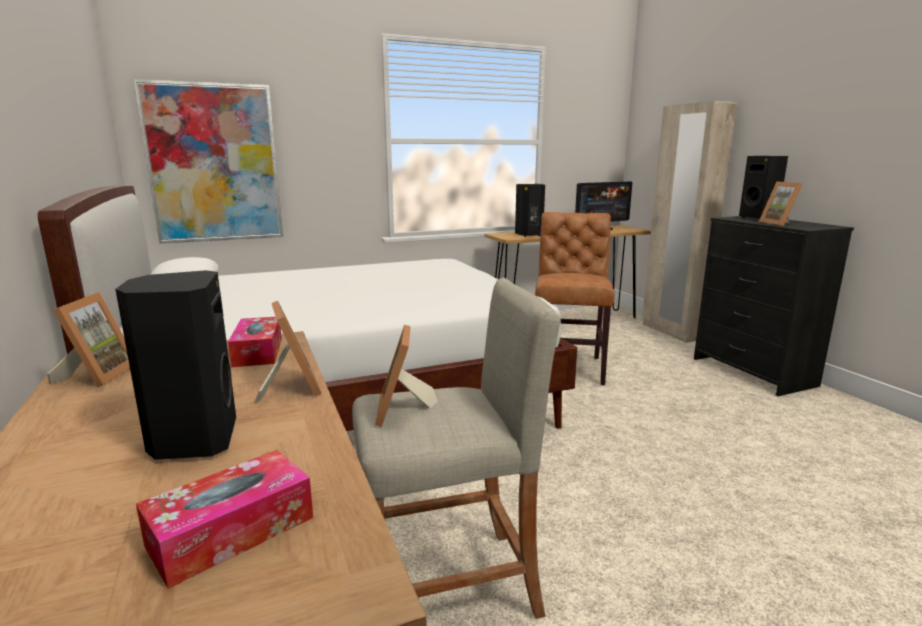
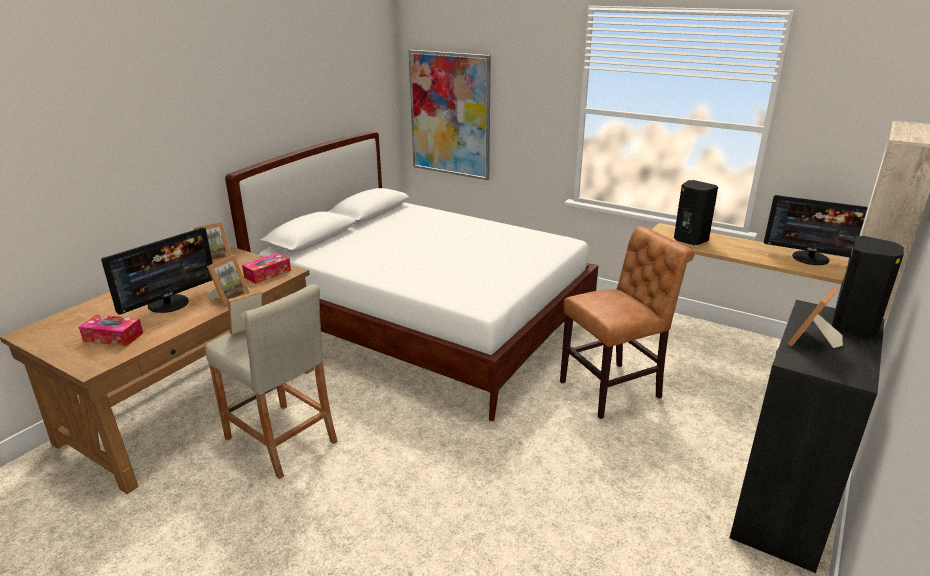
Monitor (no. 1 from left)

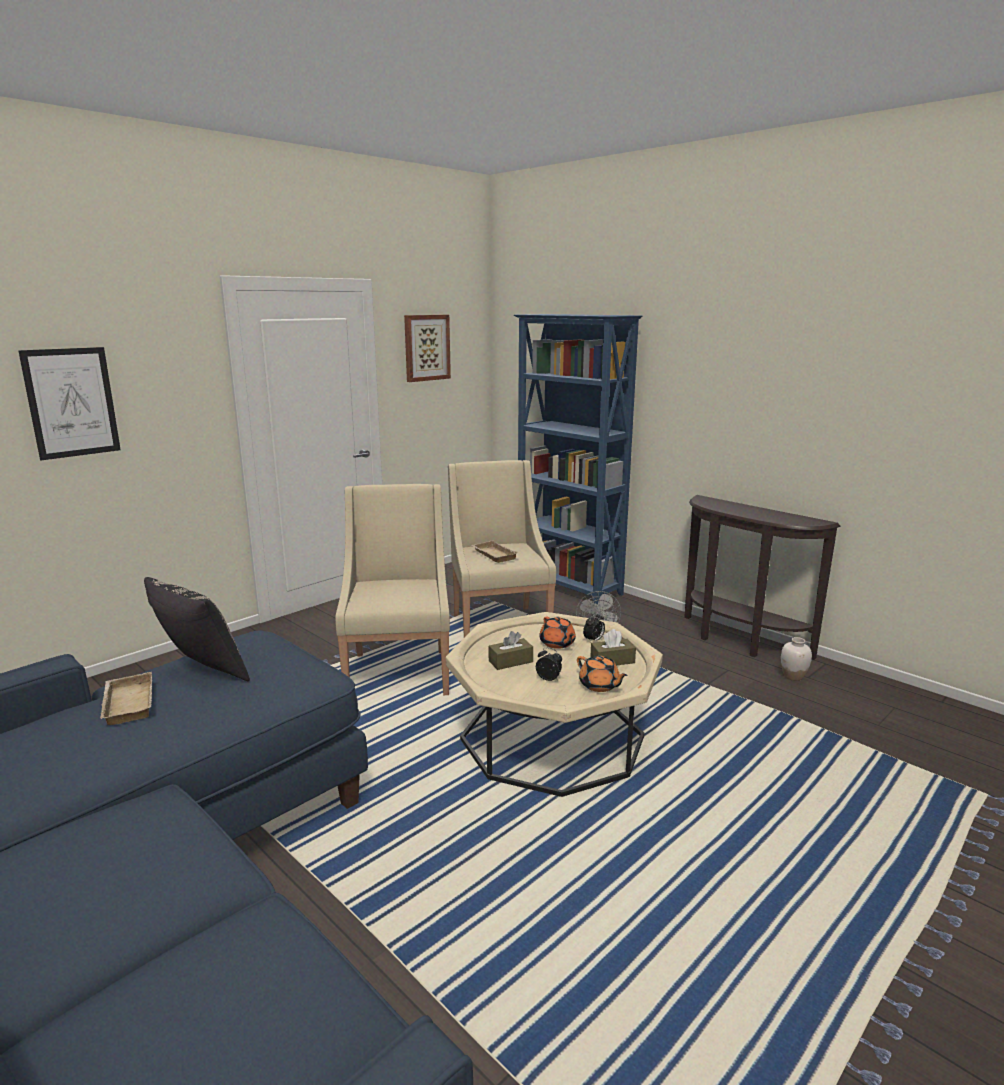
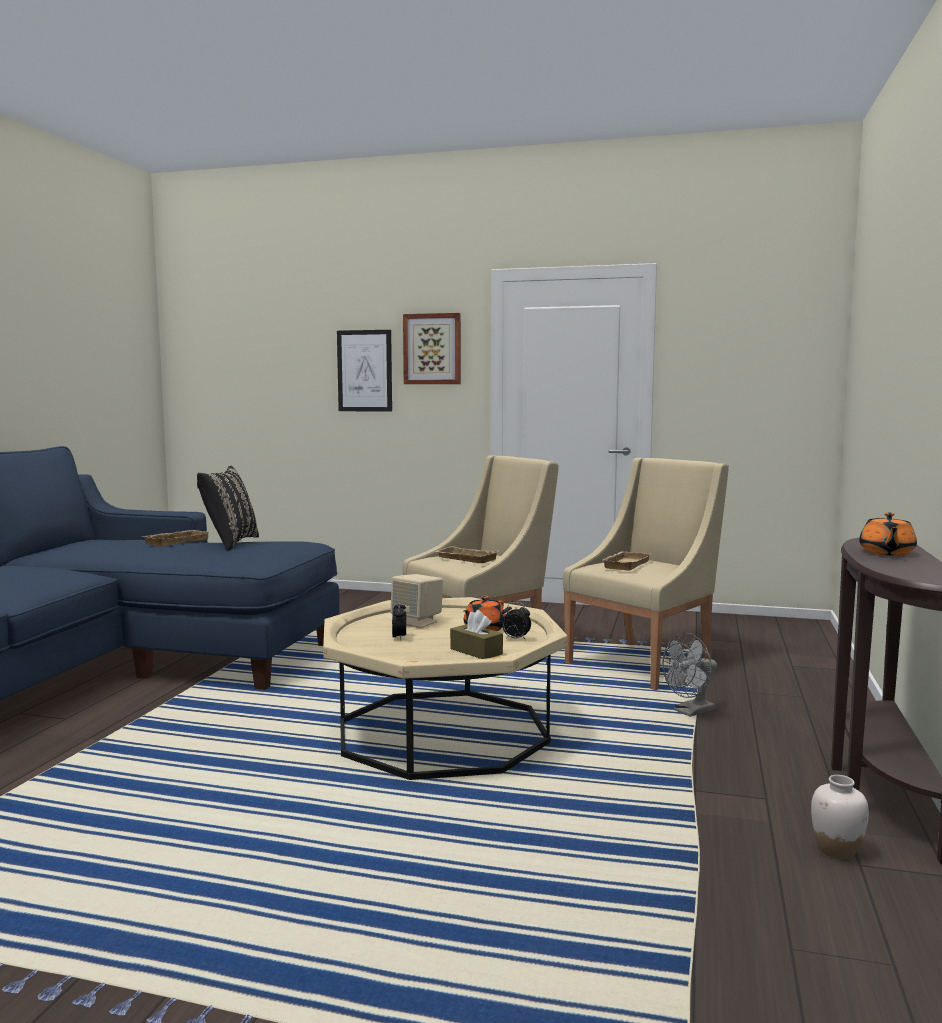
Bücherregal/blau; Tablett/beige (no. 2 from left); Bild (no. 2 from left); Teekanne/orange (no. 2 from left); Lautsprecher/beige

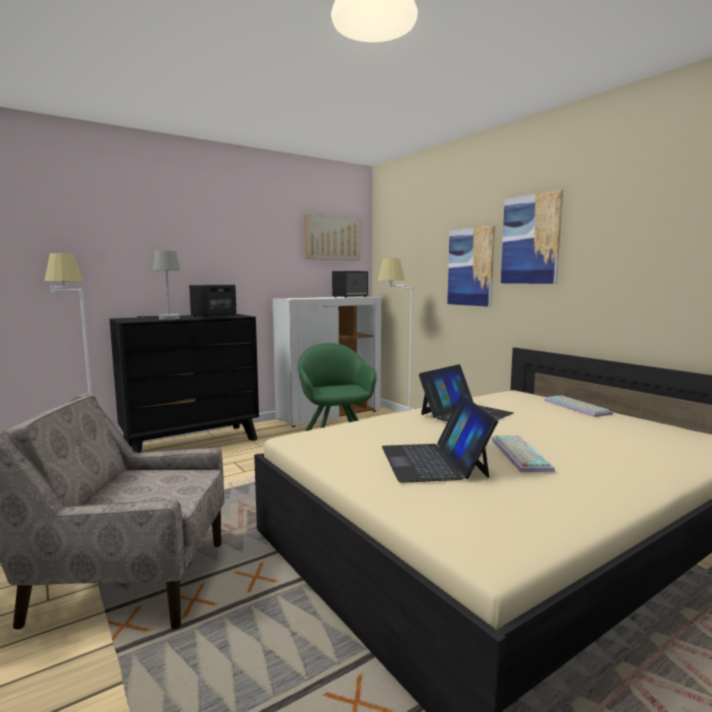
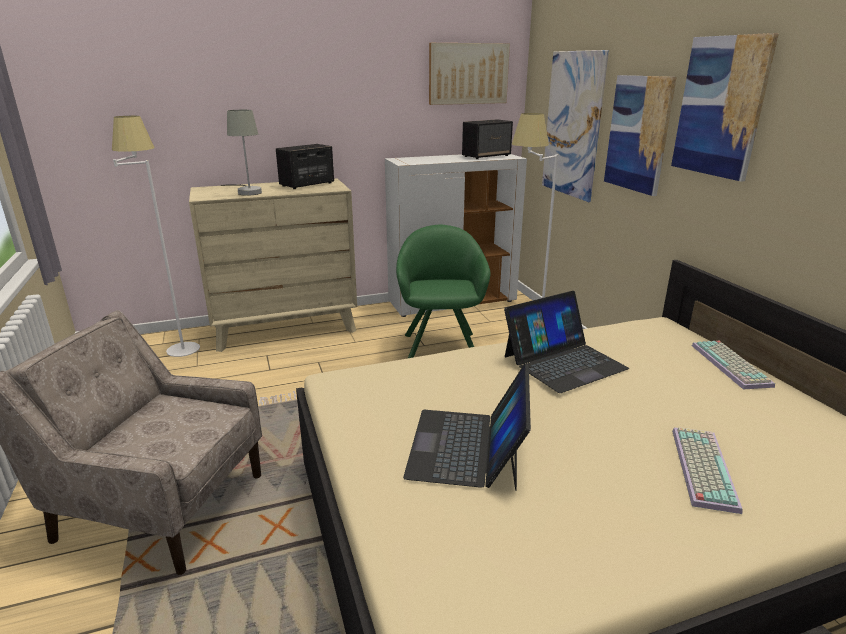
Bild (no. 2 from left); Tastatur (no. 1 from left); Kommode/beige

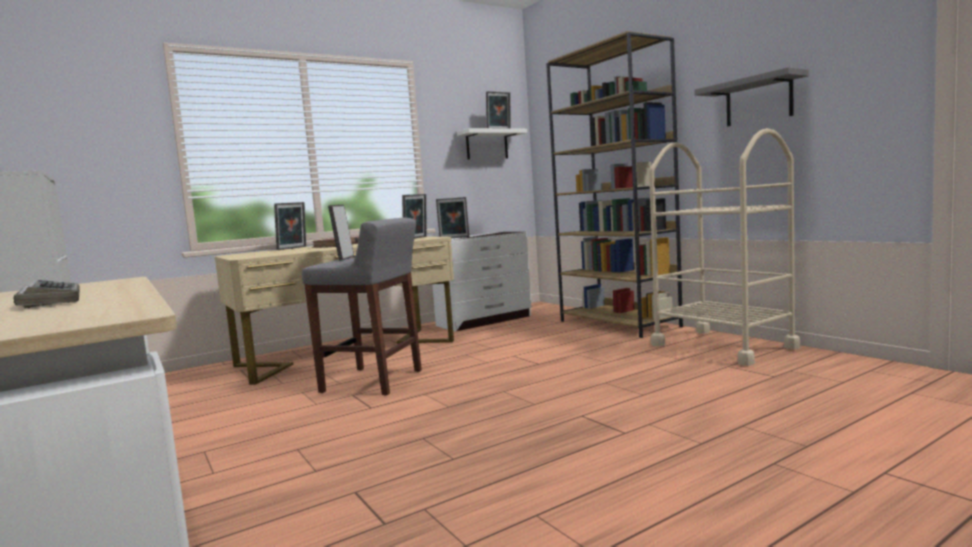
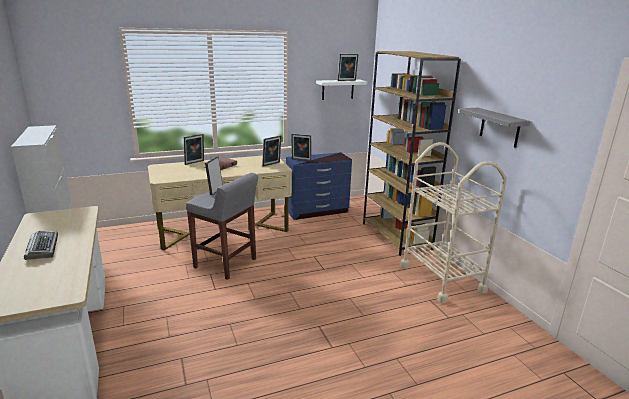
Kommode/blau

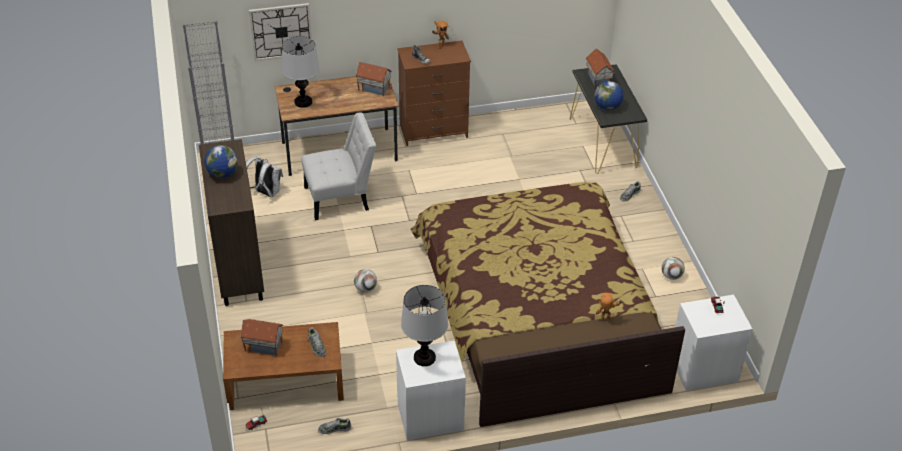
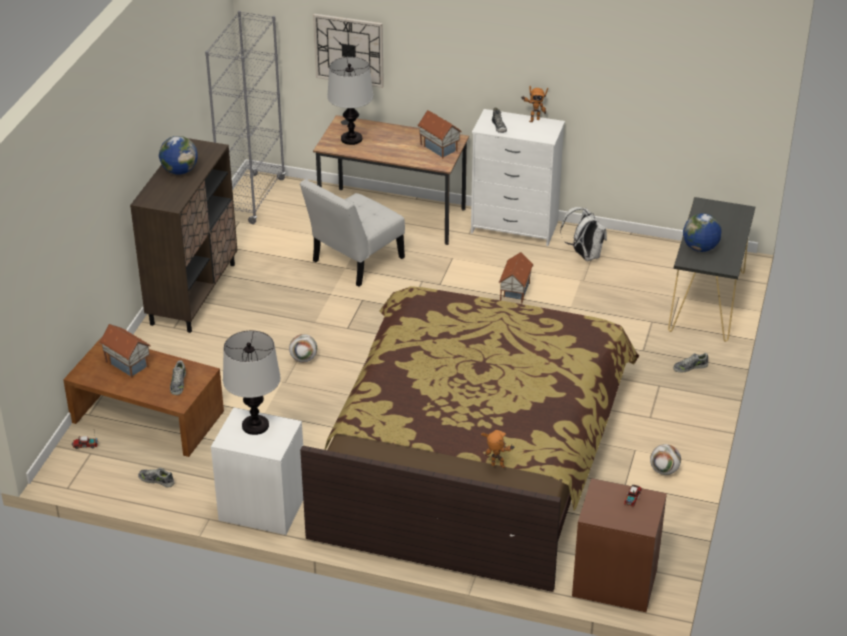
Rucksack/weiß; Spielzeughaus (no. 3 from left); Kommode/weiß; Nachttisch/braun; Stuhl/weiß

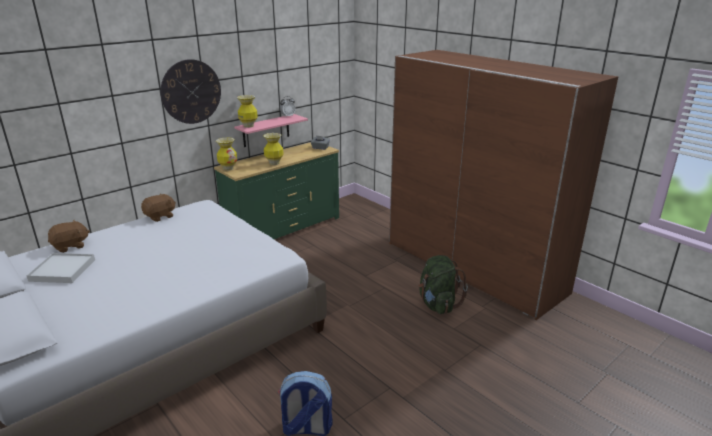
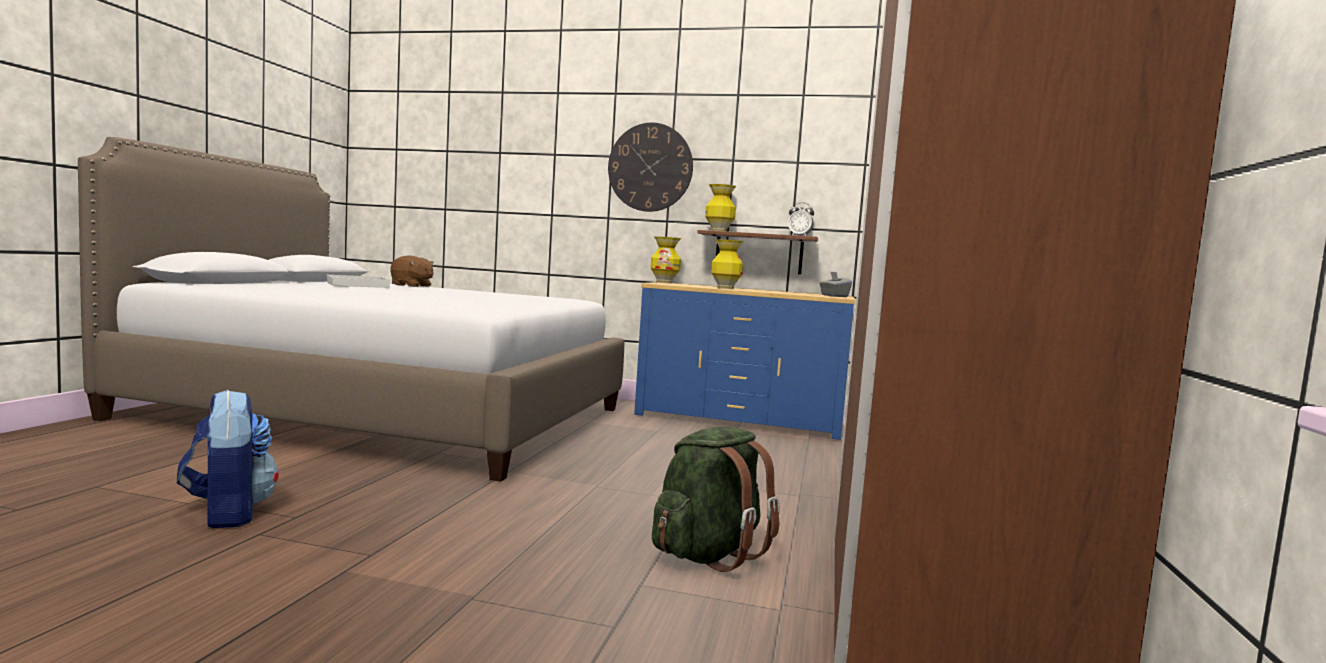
Plüschtier/braun (no. 2 from left in the first image); Kommode/blau; Wandregal/braun

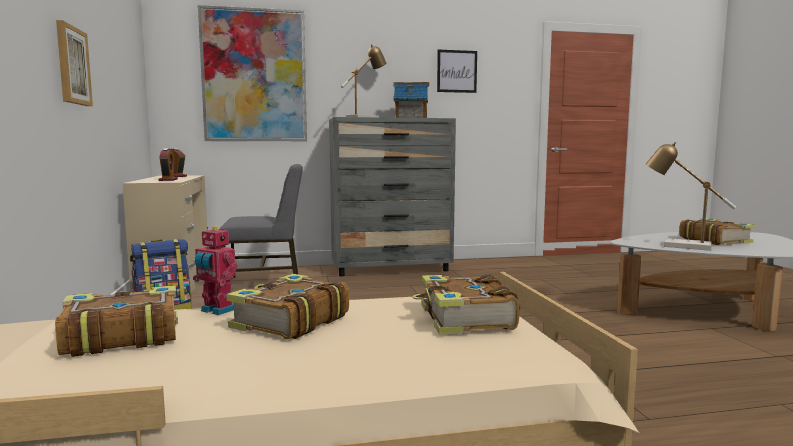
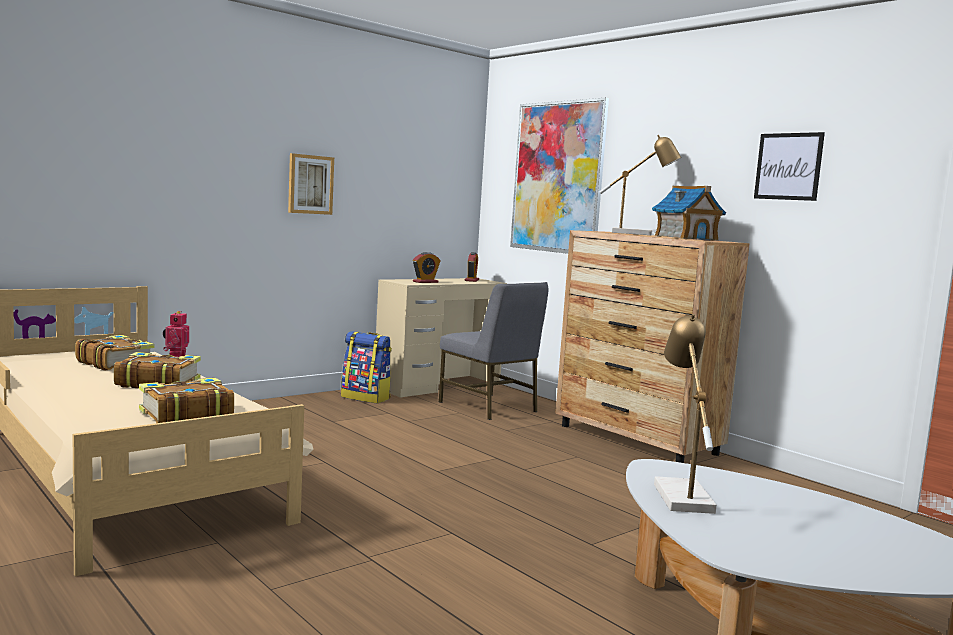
Buch (no. 4 from left in the first image); Kommode/braun

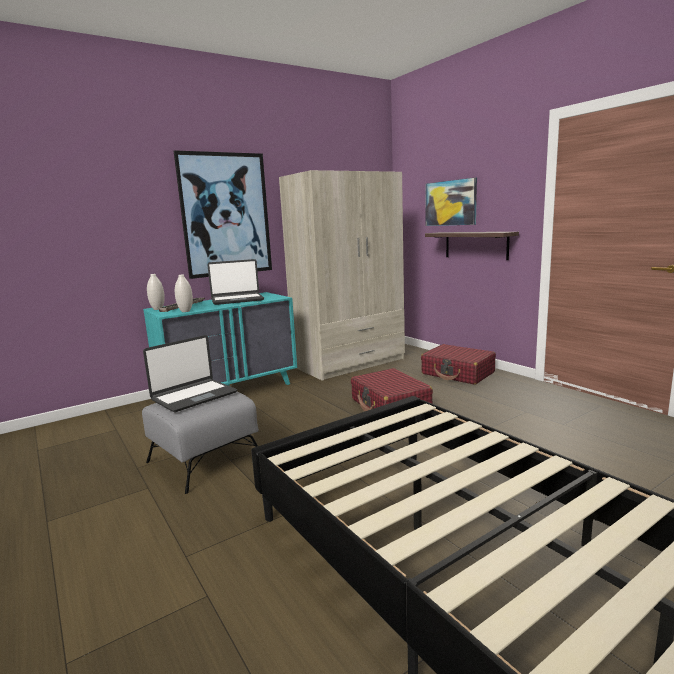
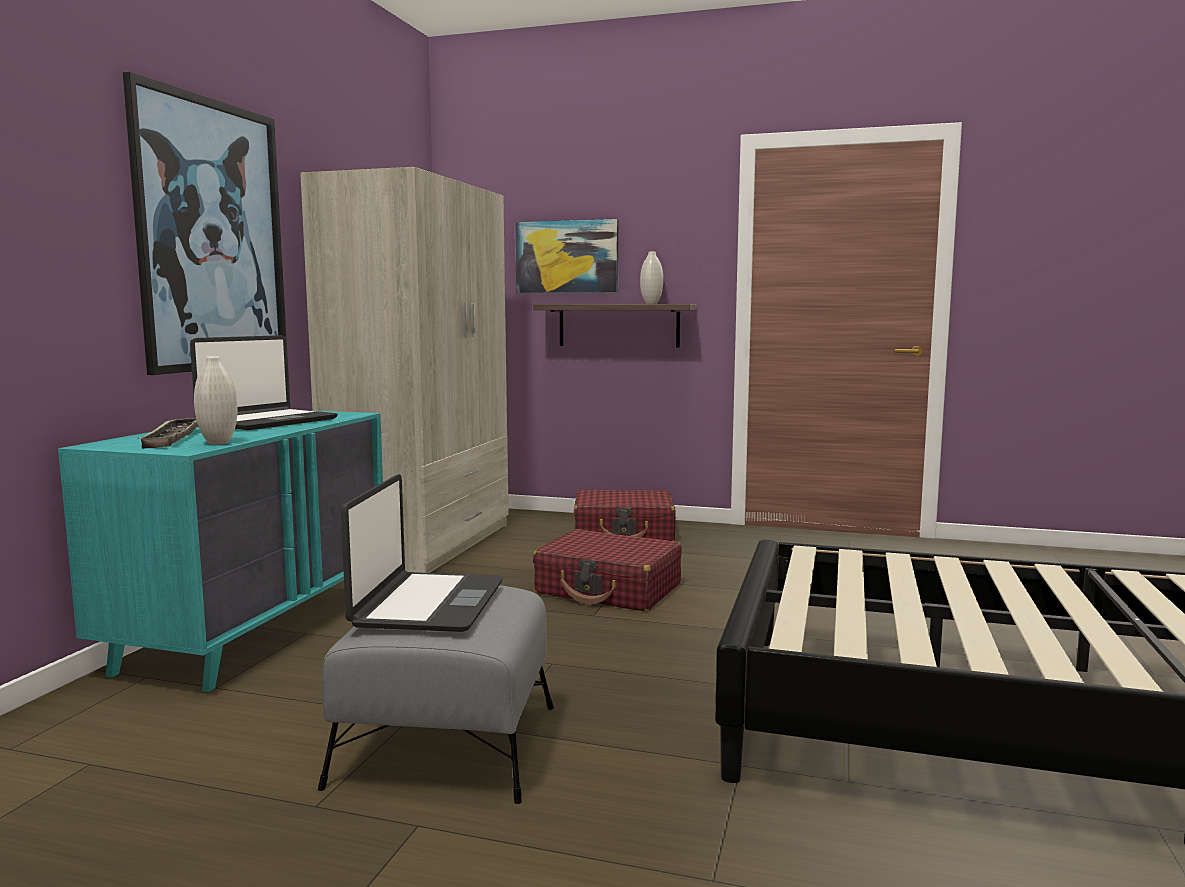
Vase/weiß (no. 2 from left)

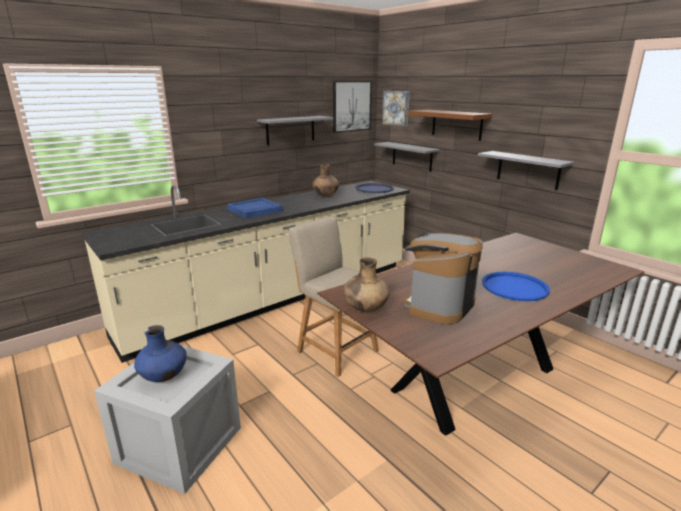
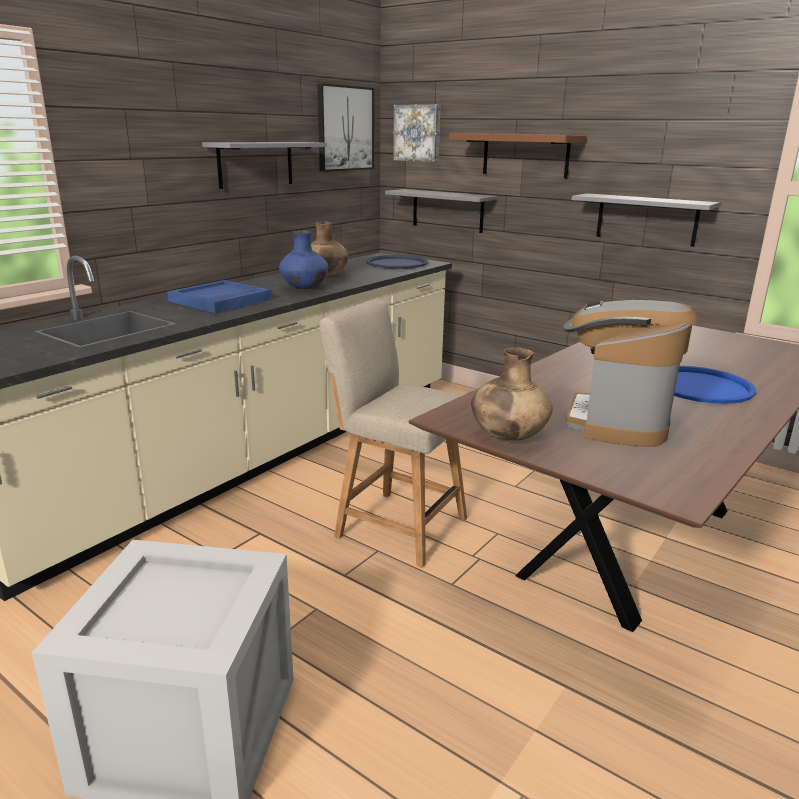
Vase/blau

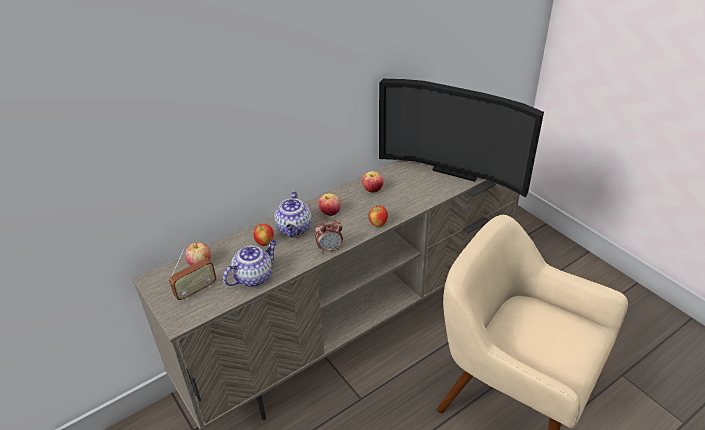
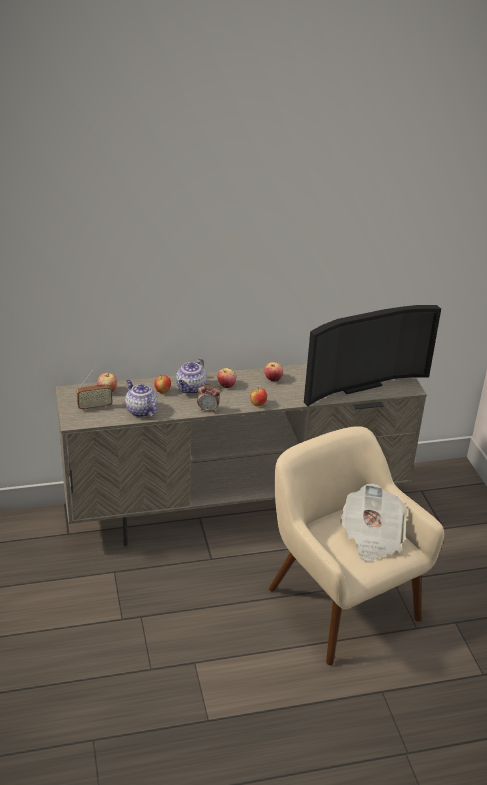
Zeitung; Teekanne (no. 1 from left); Fernseher

